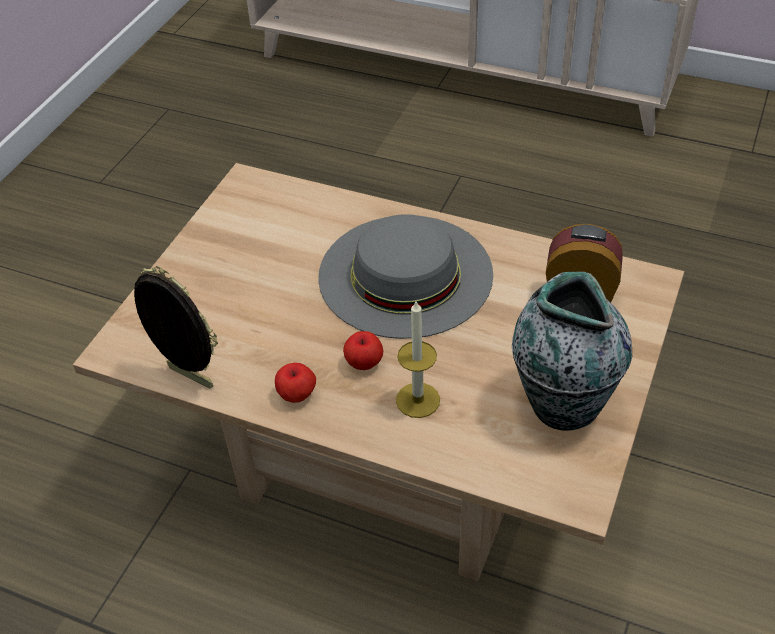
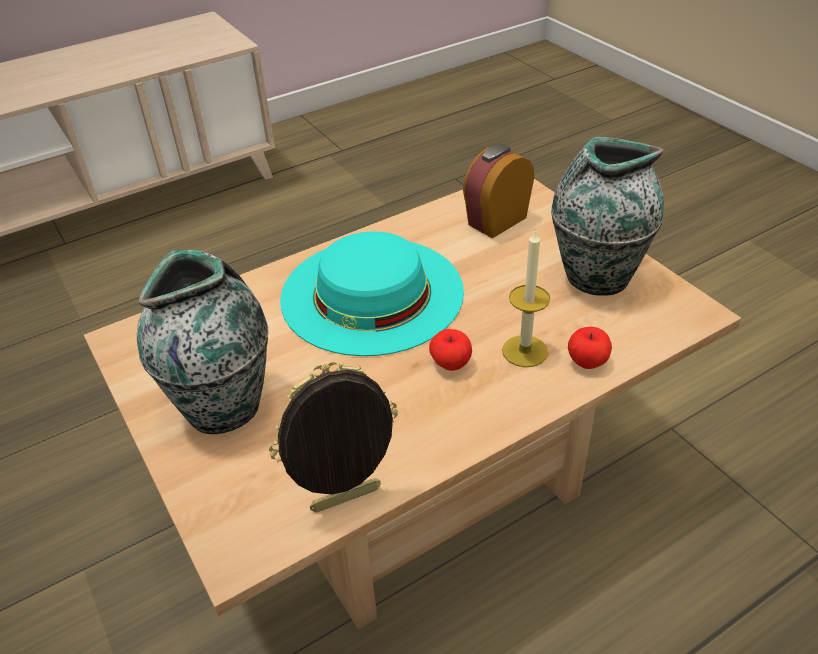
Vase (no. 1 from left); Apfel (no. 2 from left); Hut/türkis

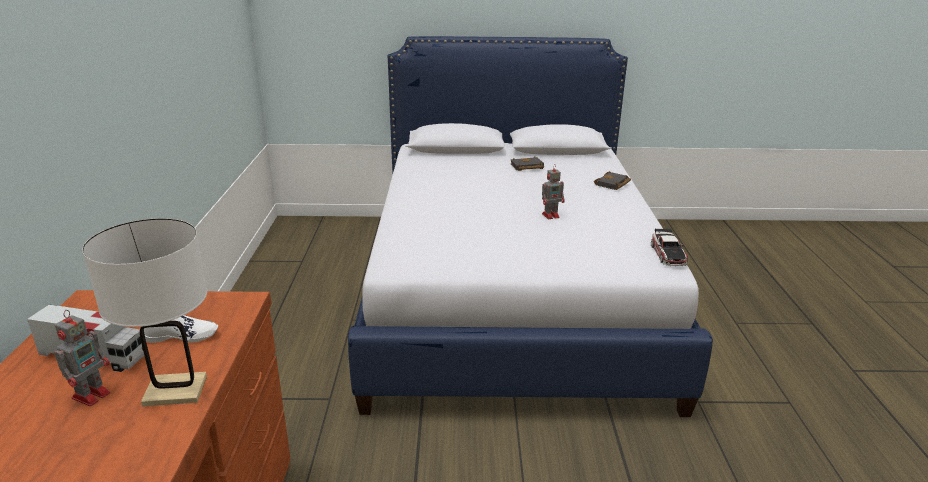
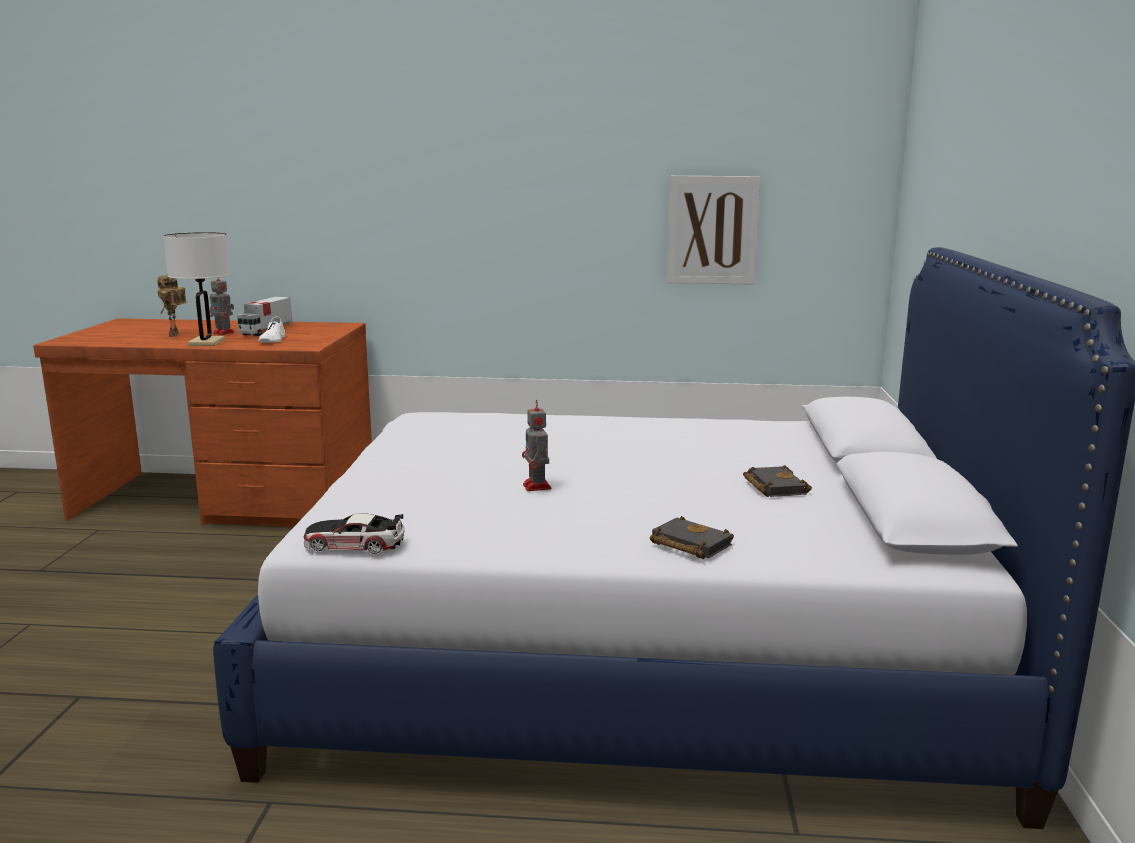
Spielzeugroboter (no. 1 from left); Bild

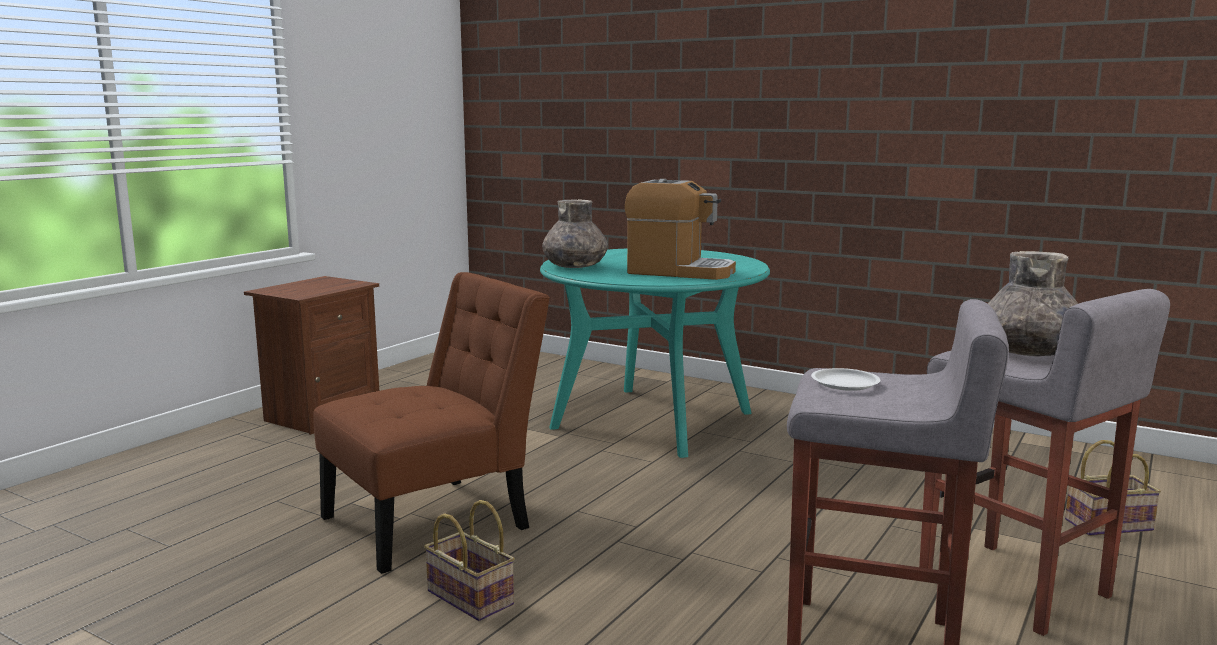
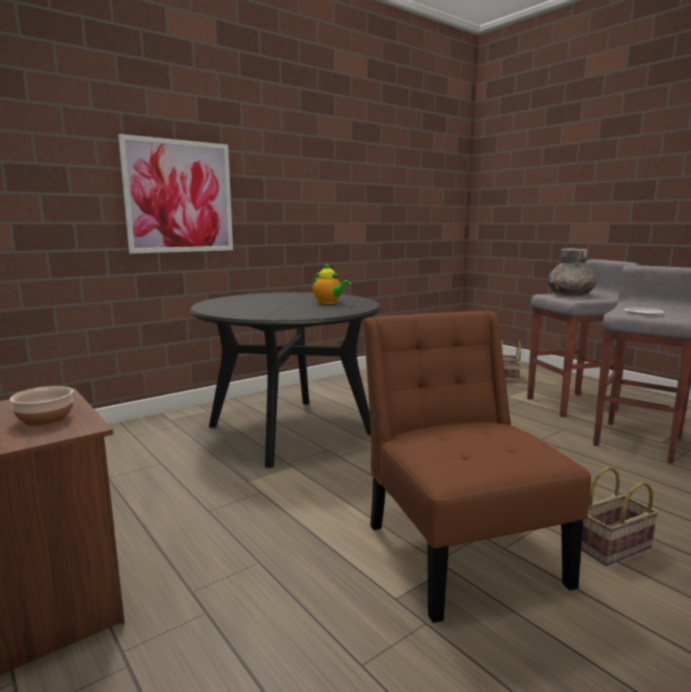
Vase/grau (no. 1 from left in the first image); Schüssel; Bild; Teekanne; Esstisch/schwarz

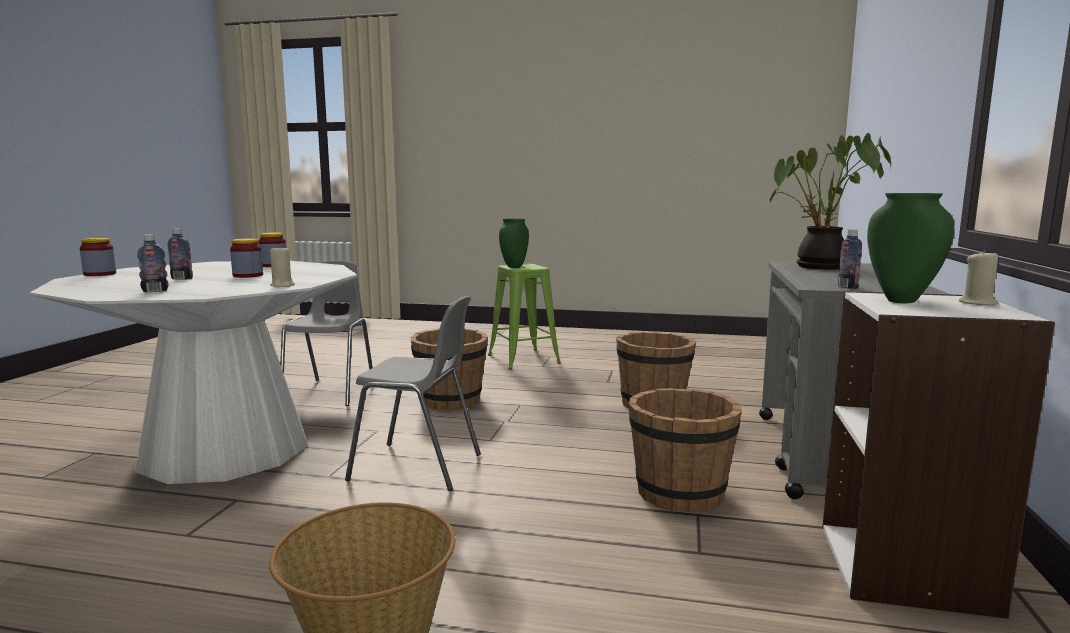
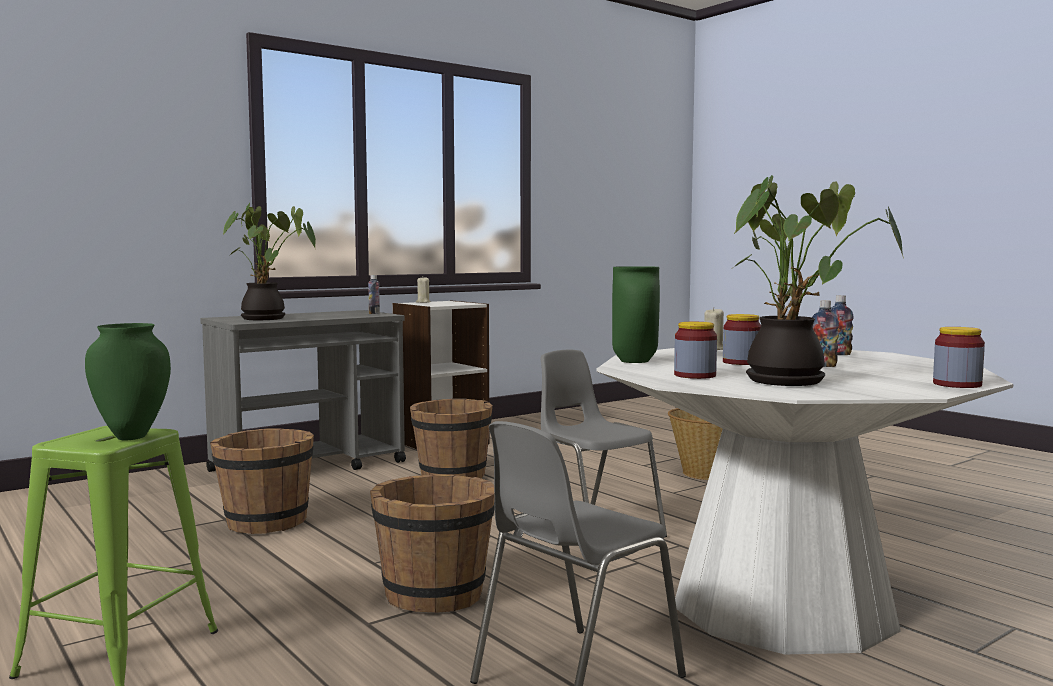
Topfpflanze (no. 2 from left); Vase/grün (no. 2 from left)

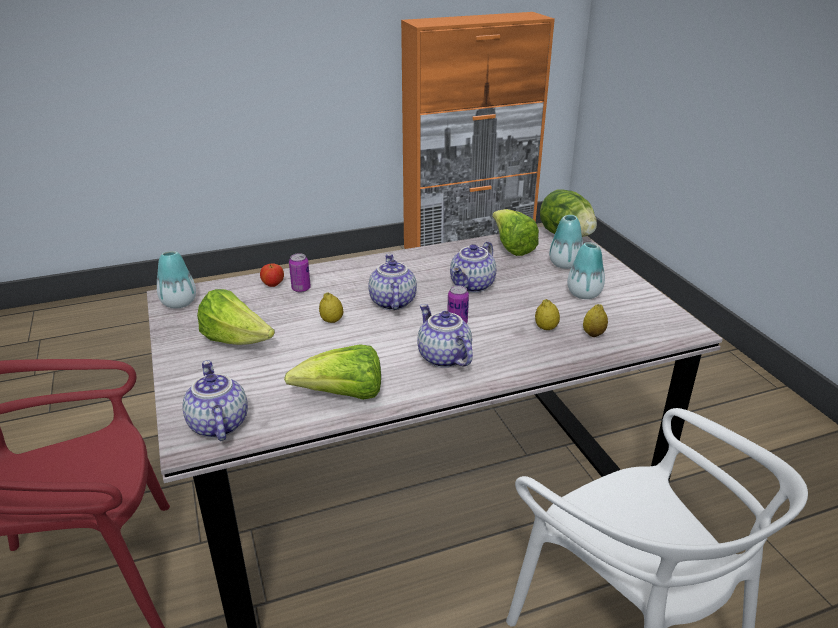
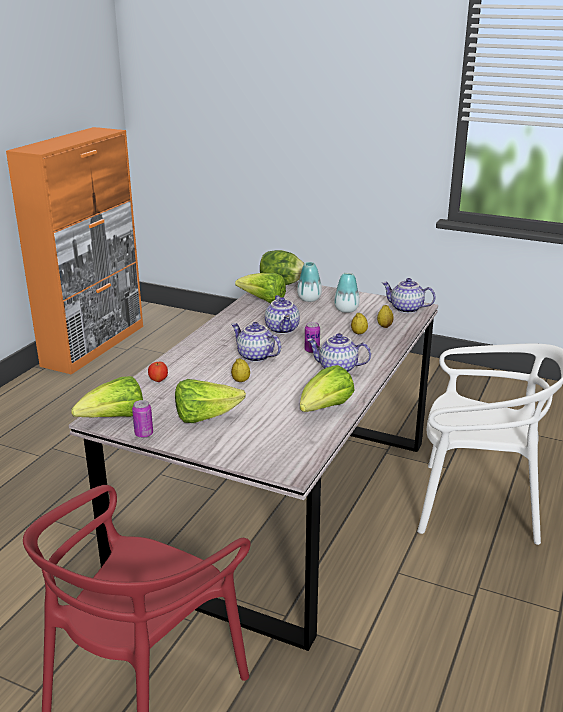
Teekanne (no. 4 from left); Dose (no. 1 from left); Salatkopf (no. 1 from left)

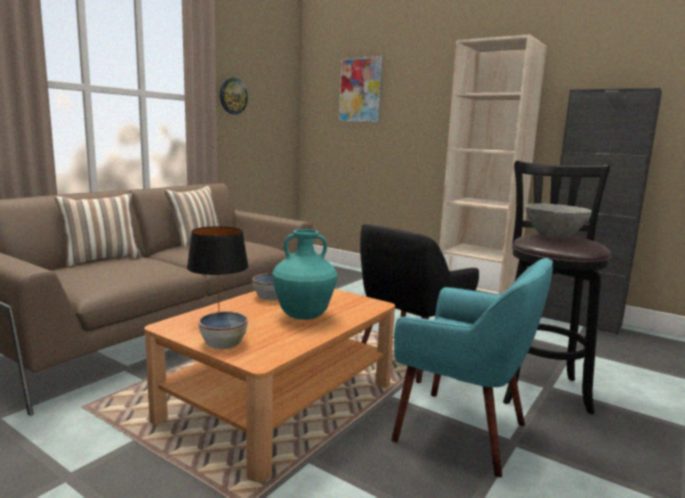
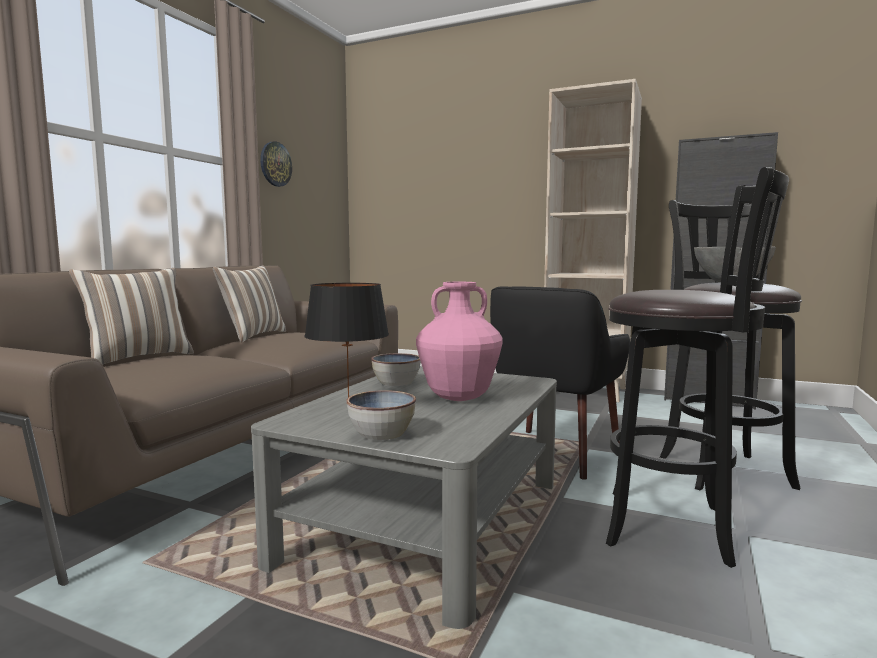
Bild; Hocker/schwarz (no. 1 from left); Couchtisch/grau; Vase/rosa

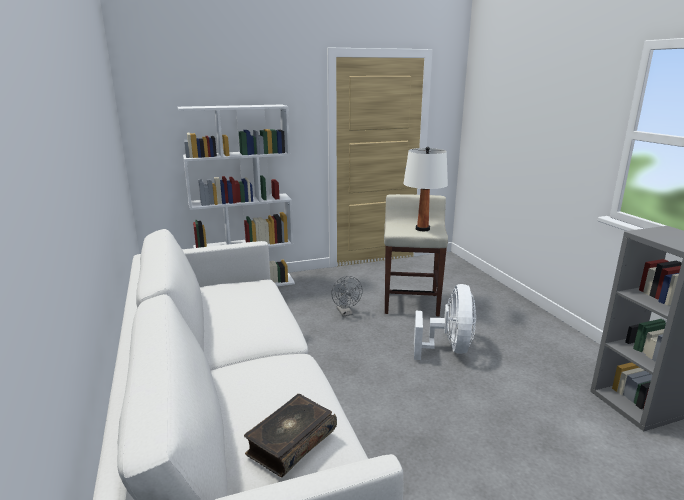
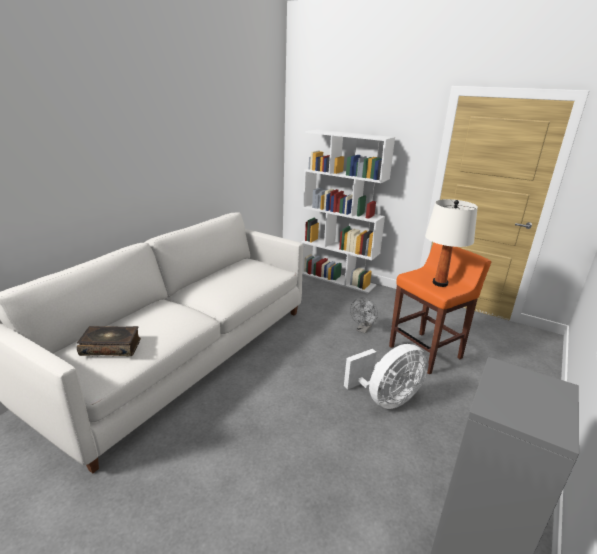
Hocker/orange

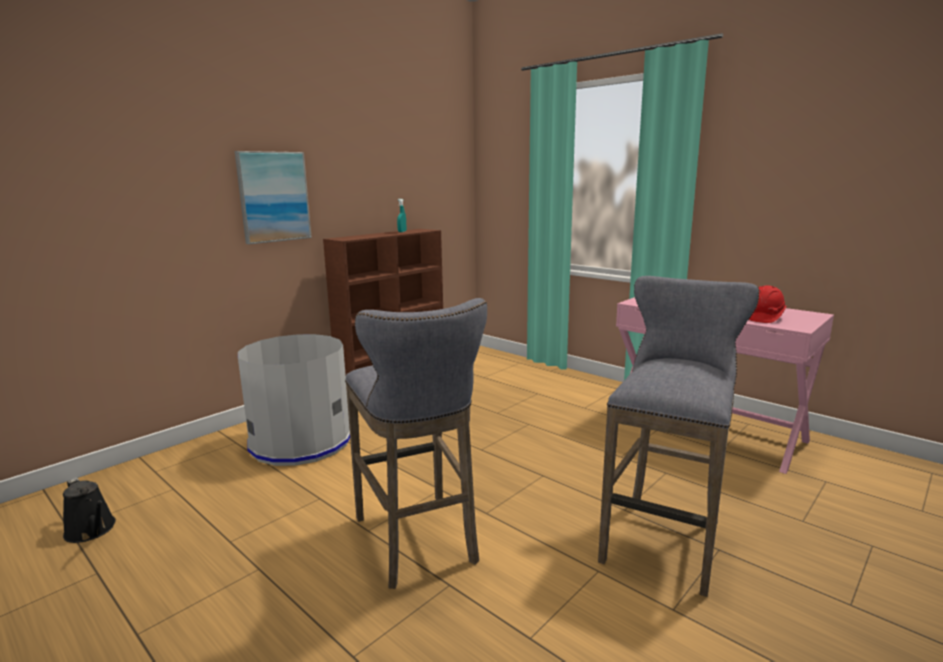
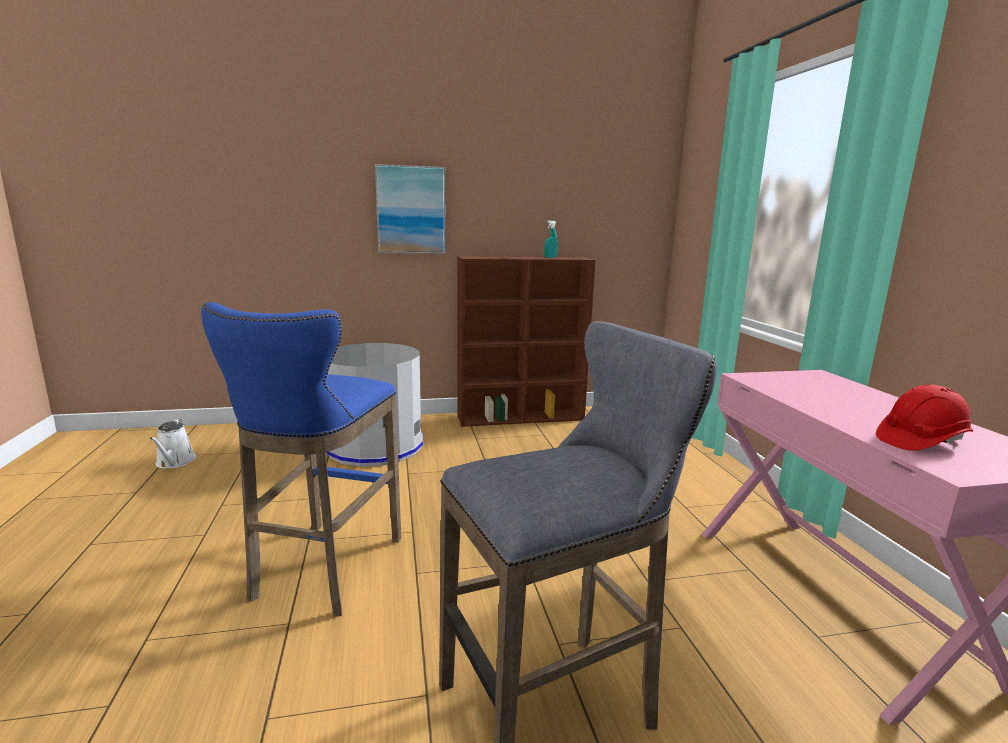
Gießkanne/weiß; Hocker/blau

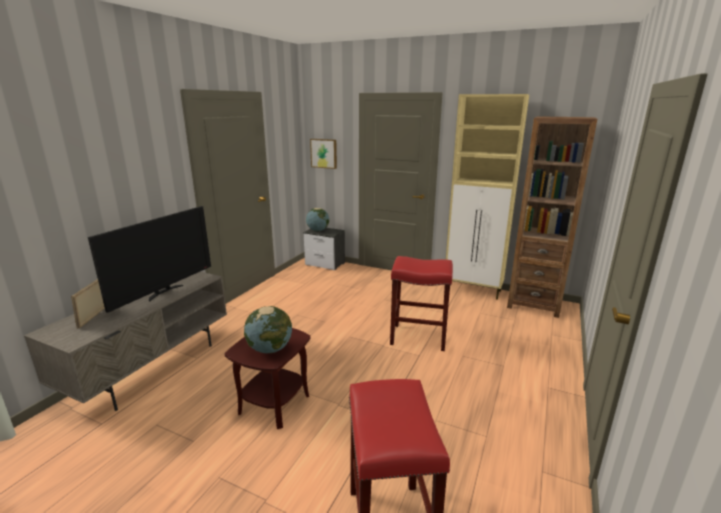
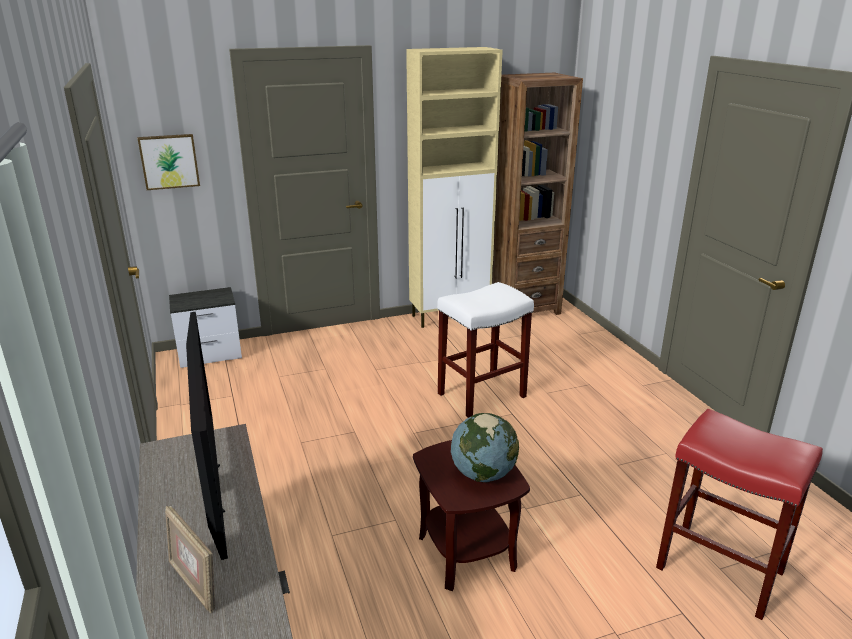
Globus (no. 2 from left in the first image); Hocker/weiß

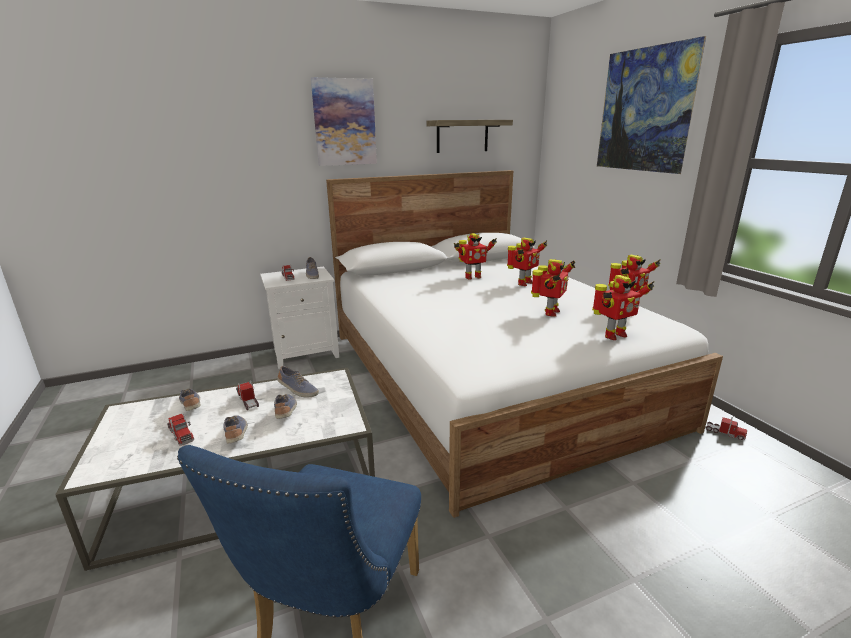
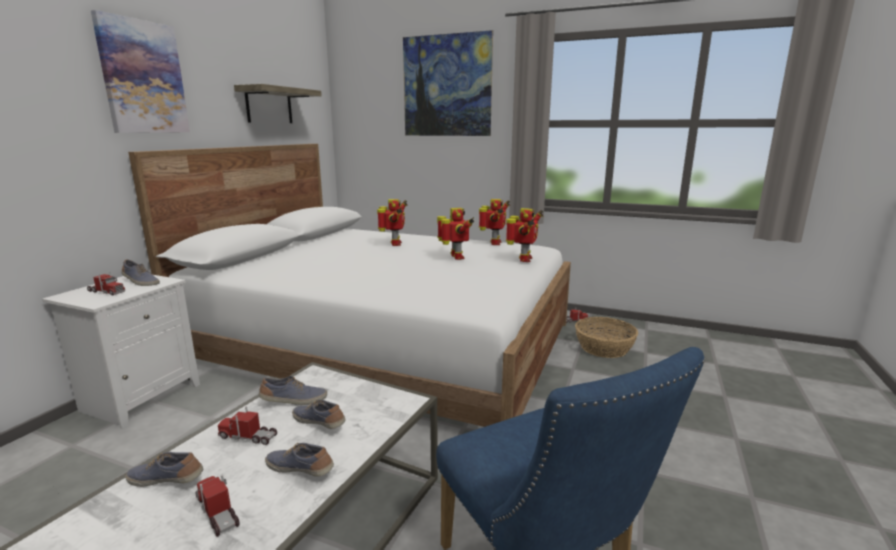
Spielzeugroboter (no. 1 from left in the first image); Korb; Spielzeuglaster (no. 2 from left)

